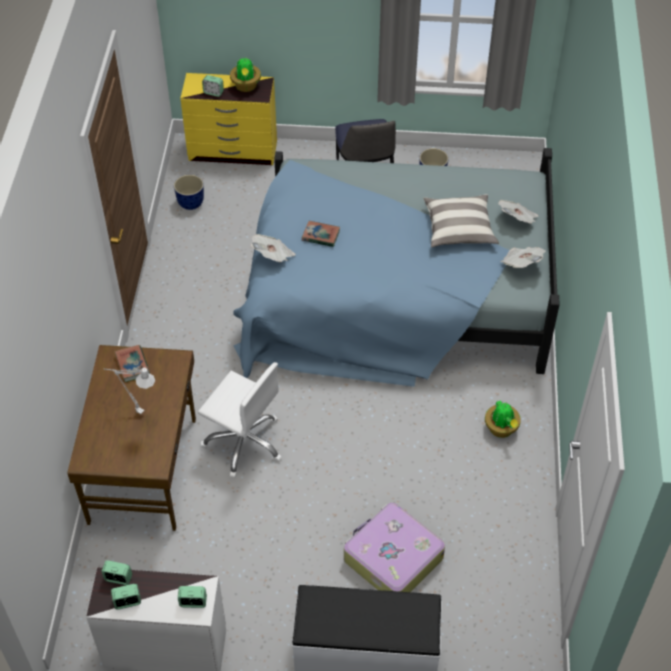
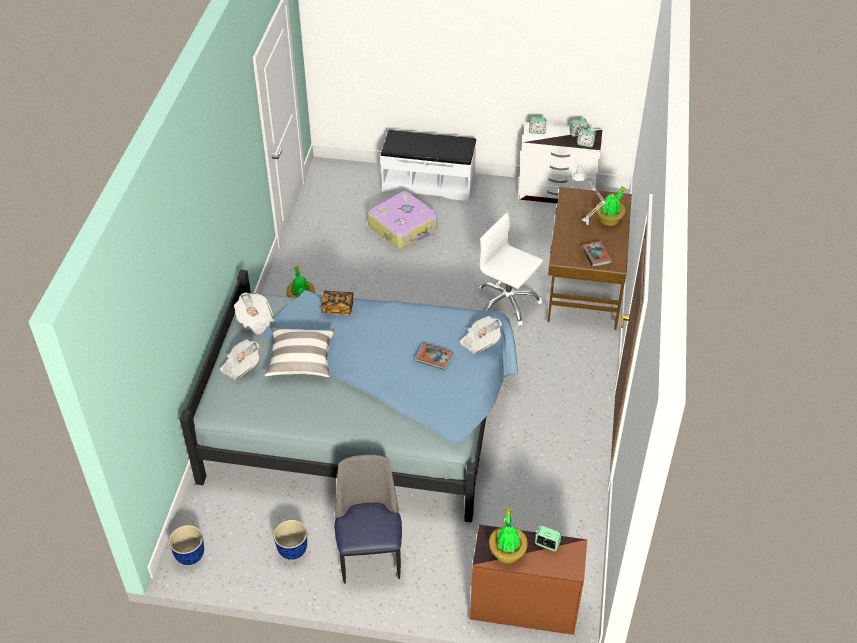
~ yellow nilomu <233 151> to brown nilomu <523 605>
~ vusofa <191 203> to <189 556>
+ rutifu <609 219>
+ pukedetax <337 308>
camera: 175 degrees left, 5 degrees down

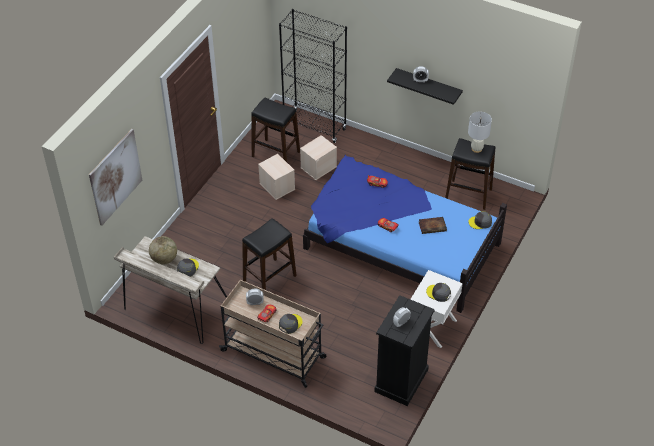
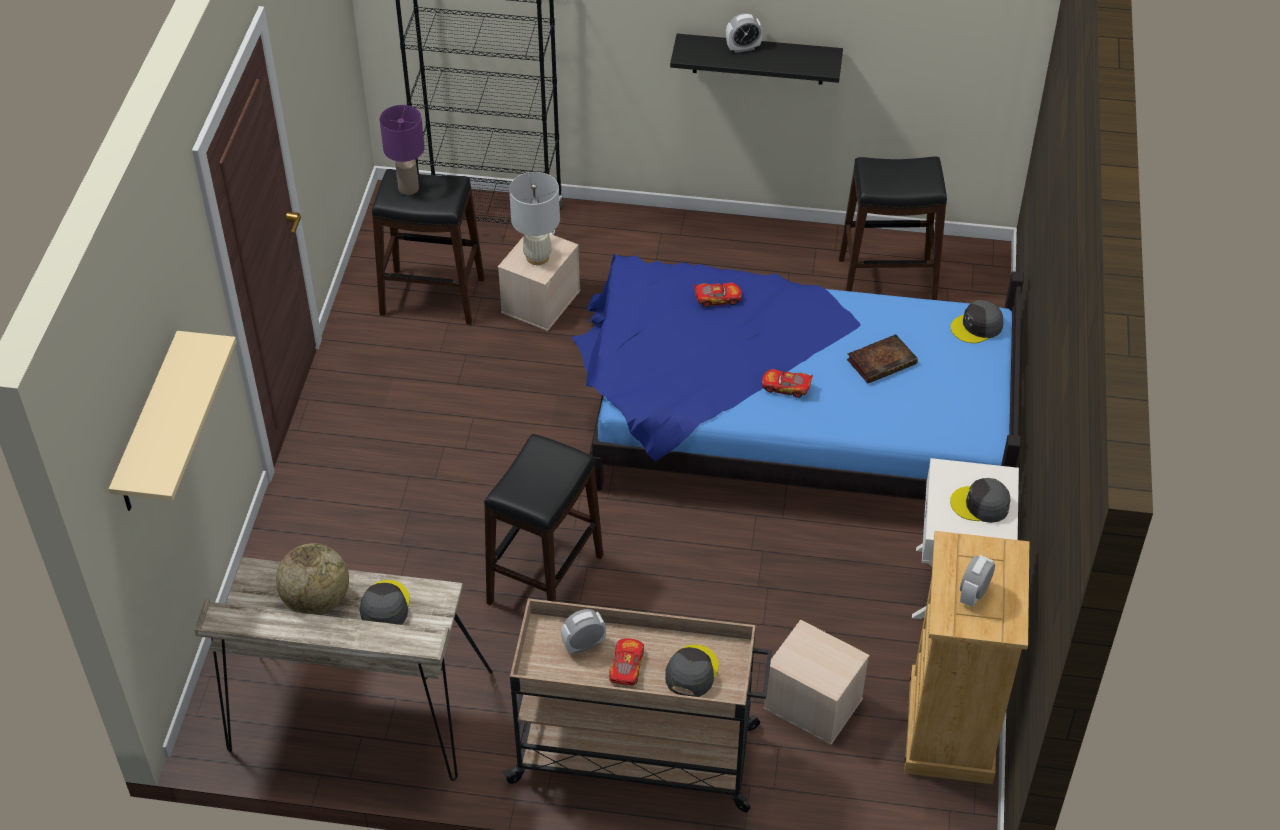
~ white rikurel <476 149> to <537 257>
~ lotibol <115 177> to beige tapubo <149 426>
~ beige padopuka <276 186> to <811 704>
~ black nilomu <401 381> to beige nilomu <950 729>
+ purple rikurel <408 188>
camera: 20 degrees left, 0 degrees up

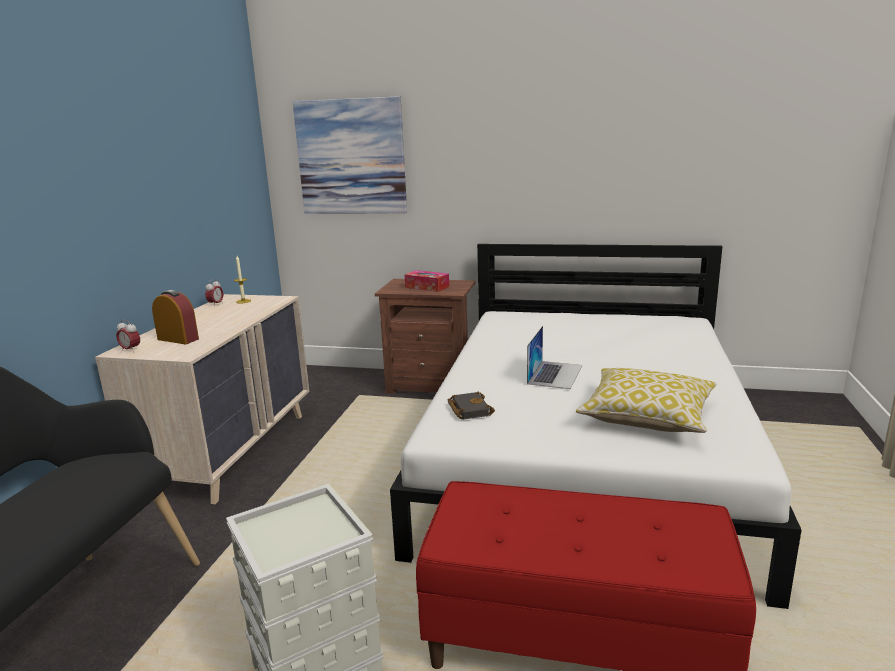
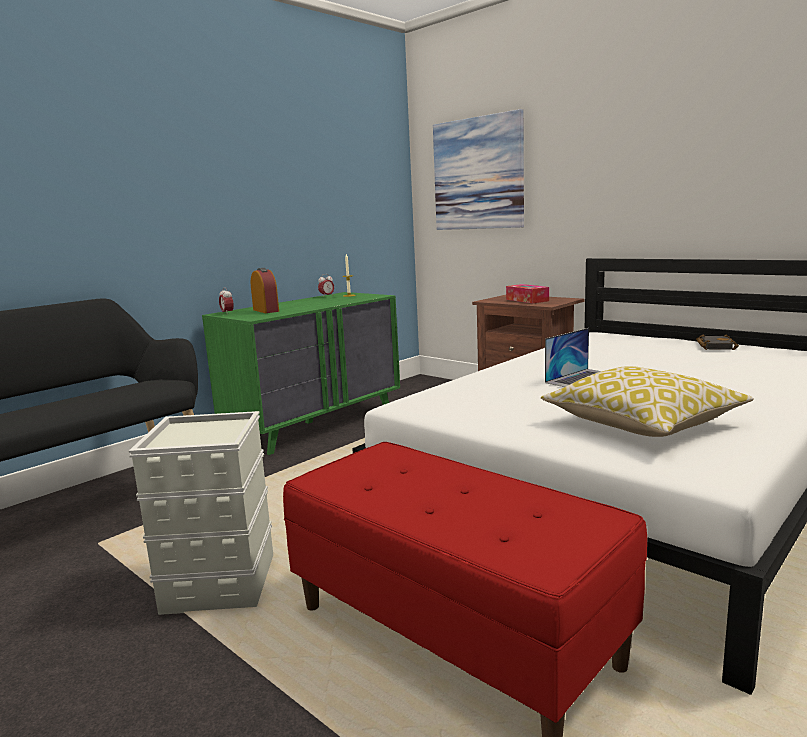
~ beige nilomu <231 451> to green nilomu <315 424>
~ black pukedetax <468 409> to <714 346>
camera: 30 degrees right, 5 degrees down

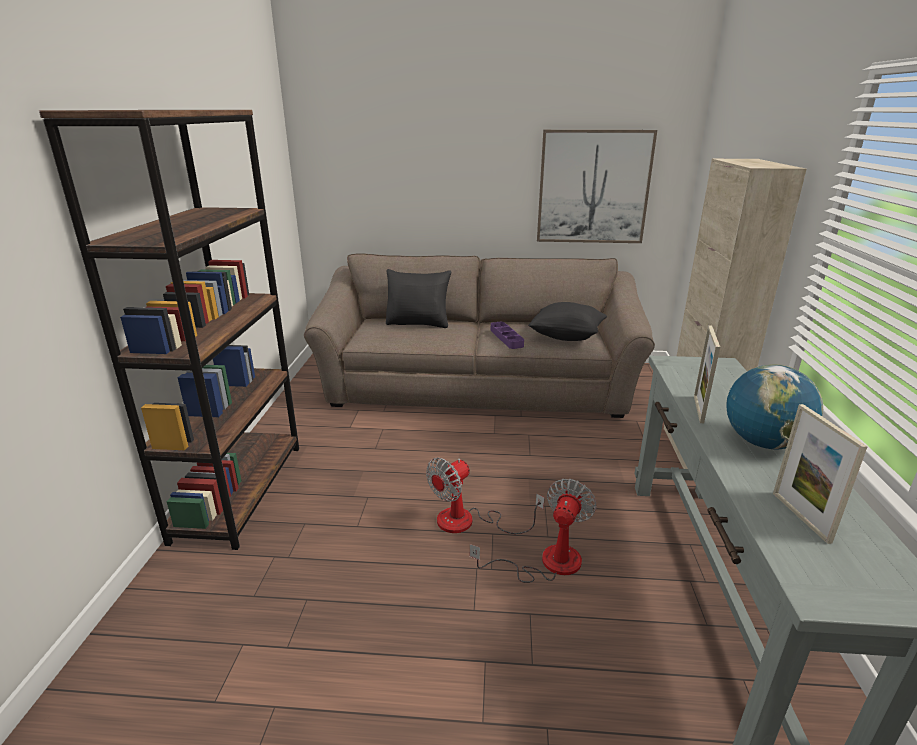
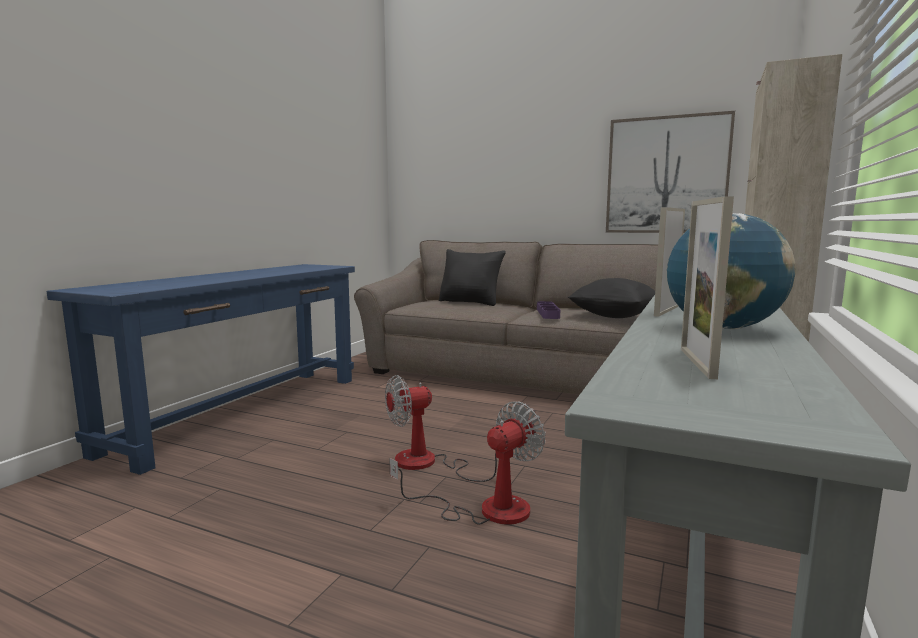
~ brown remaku <240 491> to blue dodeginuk <244 412>
camera: 20 degrees right, 15 degrees down

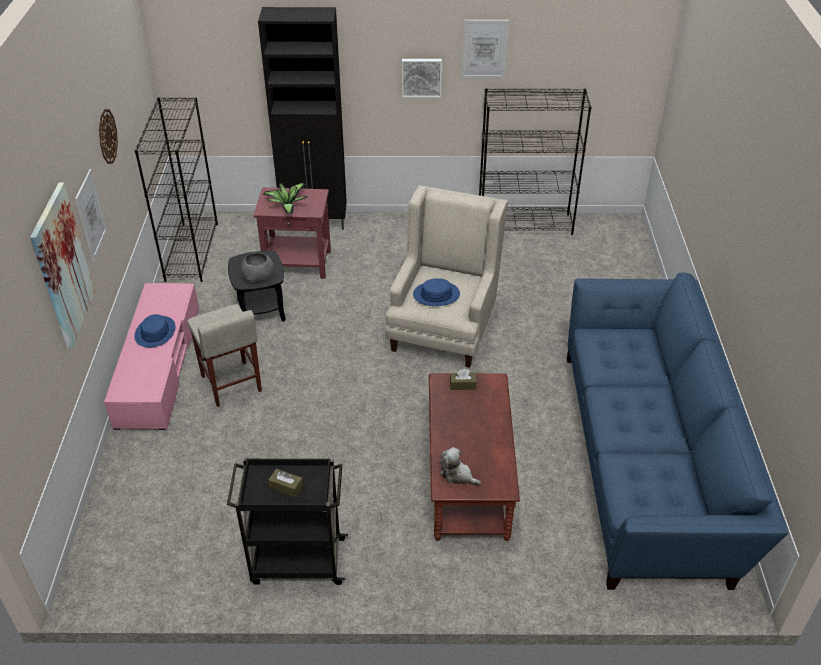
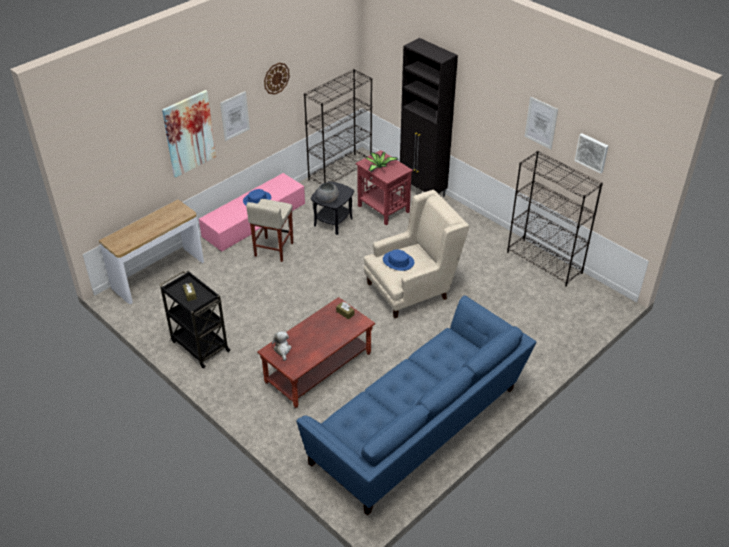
~ lotibol <421 77> to <592 152>
+ dodeginuk <158 275>
camera: 45 degrees right, 0 degrees up

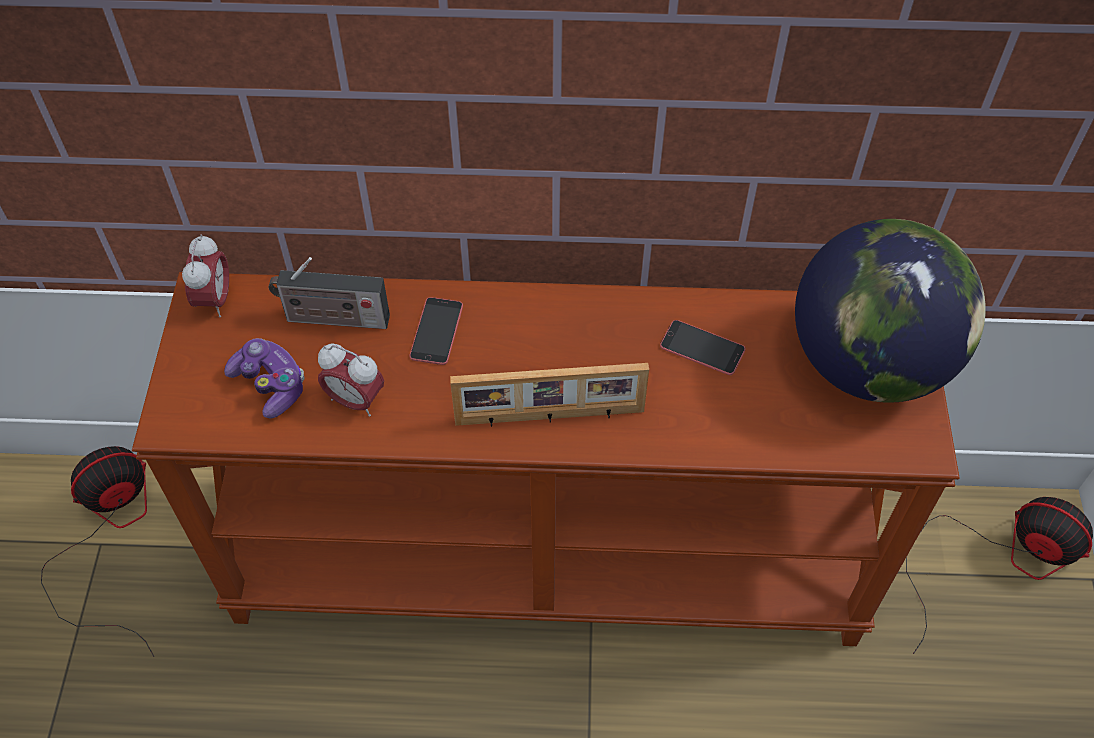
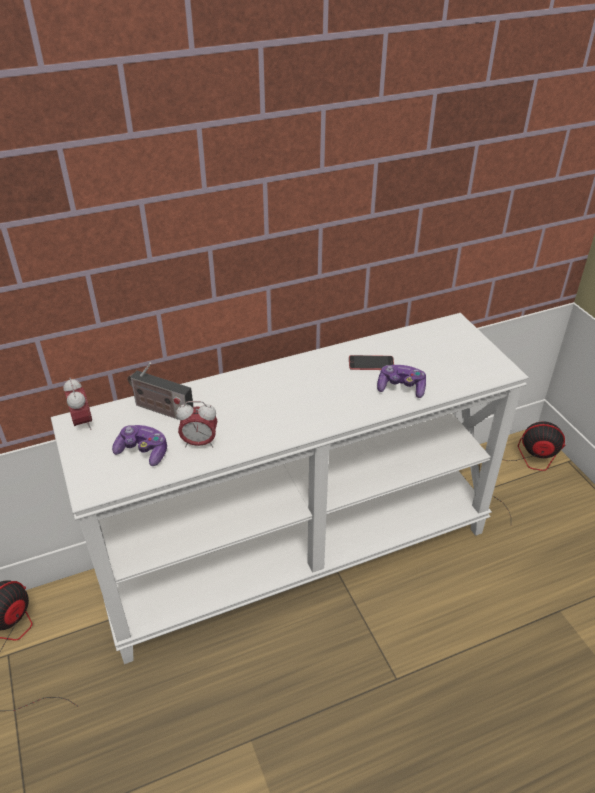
- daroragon <869 362>
~ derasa <332 319> = <161 410> 45 degrees clockwise
~ brown dodeginuk <549 555> to white dodeginuk <297 551>
- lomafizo <436 331>
- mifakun <550 418>
+ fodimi <401 388>
camera: 25 degrees left, 15 degrees down

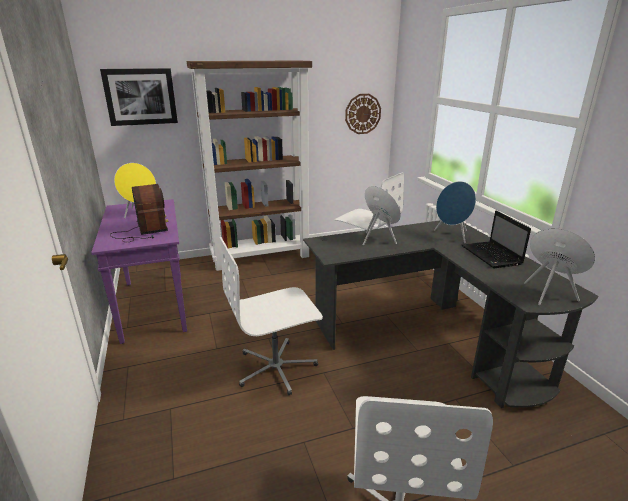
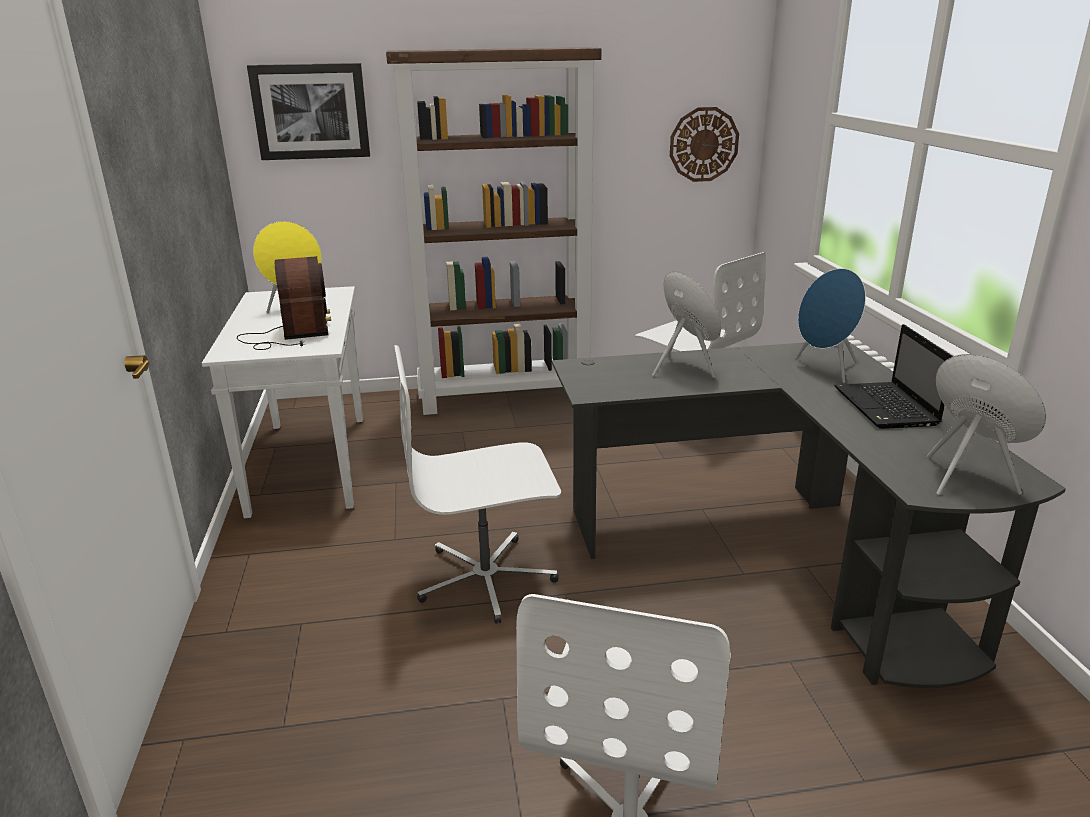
~ purple dodeginuk <153 305> to white dodeginuk <309 463>
camera: 10 degrees right, 0 degrees up

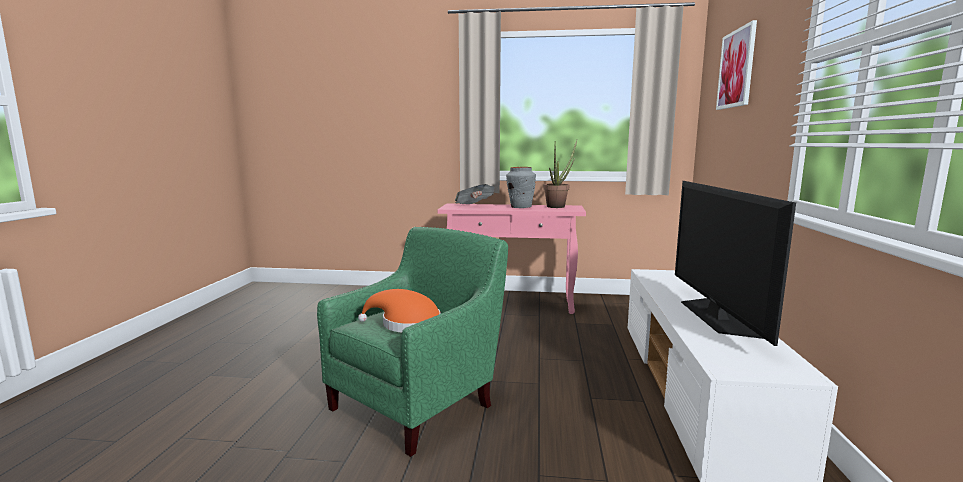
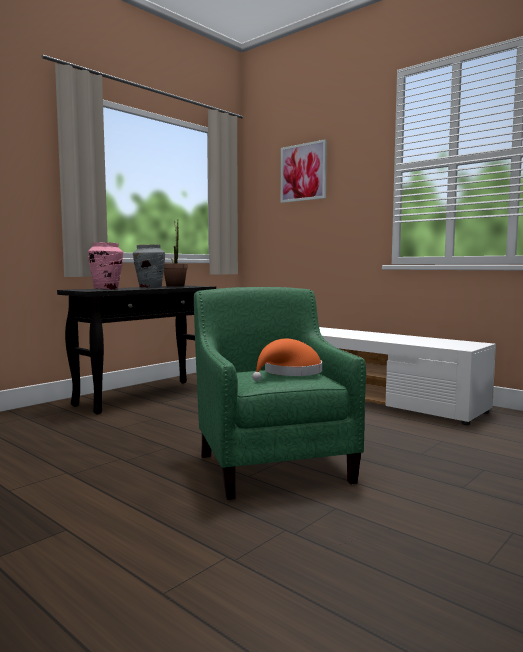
- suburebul <717 317>
~ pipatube <474 206> to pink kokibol <106 289>
~ pink dodeginuk <511 304> to black dodeginuk <146 396>
camera: 55 degrees left, 5 degrees down

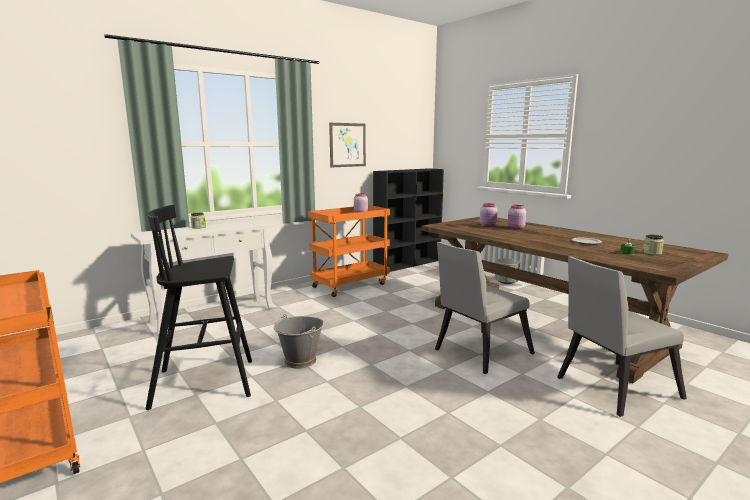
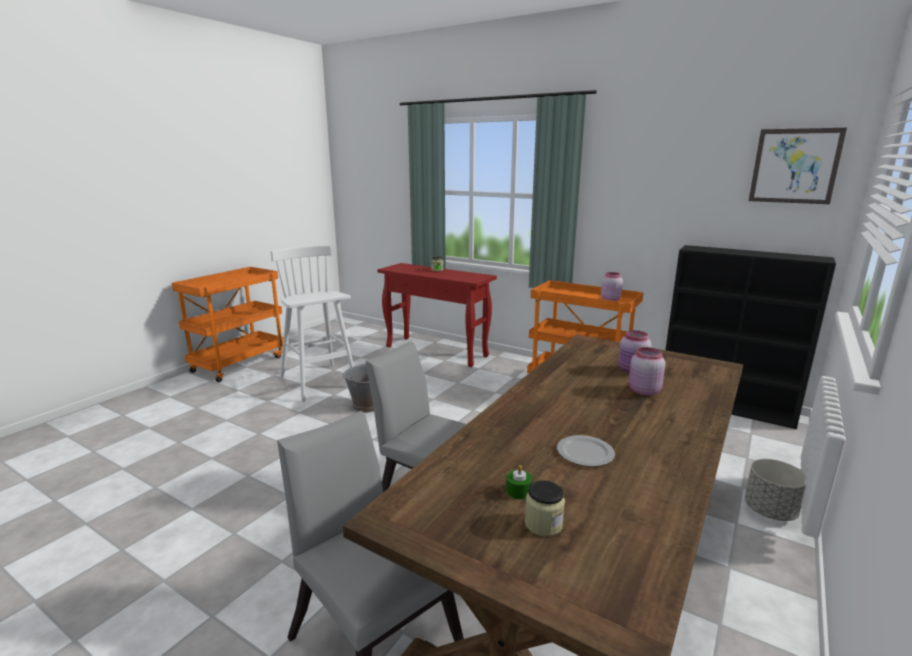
~ lotibol <347 145> to <794 166>
~ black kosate <206 383> to white kosate <319 383>
~ white dodeginuk <214 315> to red dodeginuk <437 351>
camera: 70 degrees right, 5 degrees up

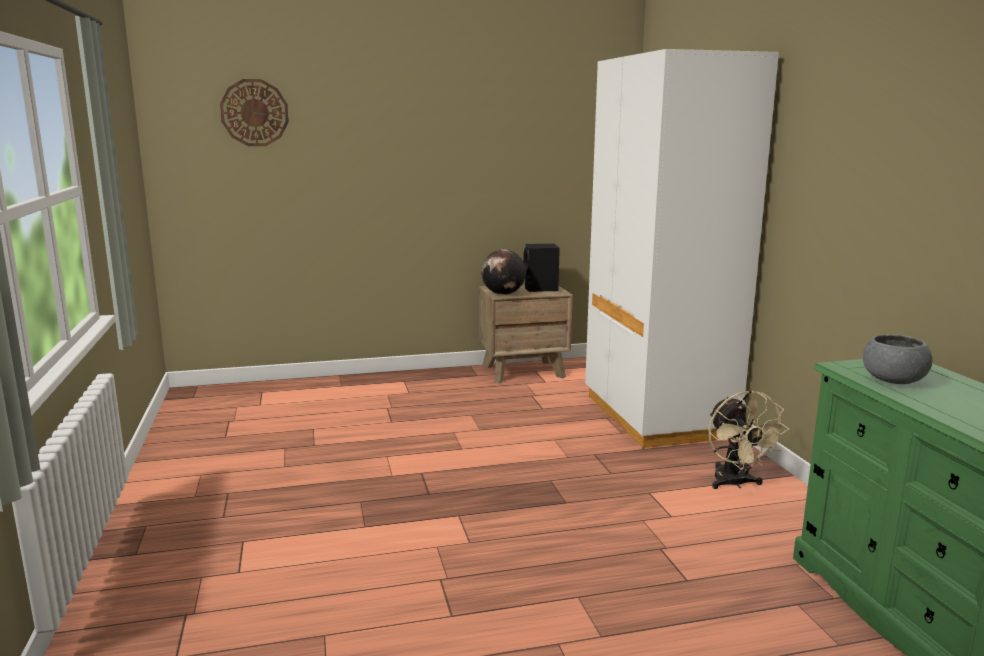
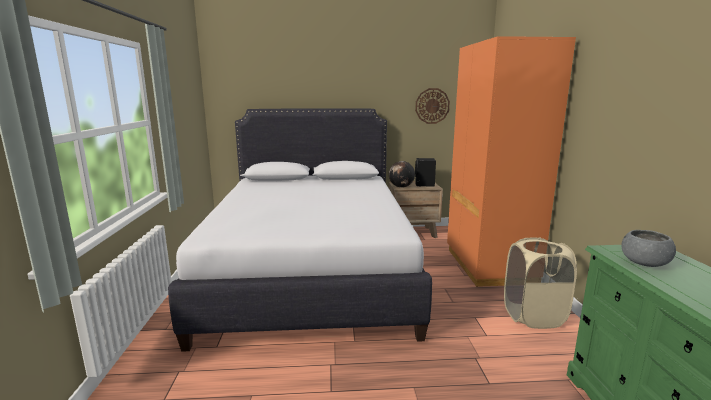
~ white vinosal <657 416> to orange vinosal <489 266>
~ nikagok <254 113> to <432 106>
~ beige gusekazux <735 484> to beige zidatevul <533 316>
+ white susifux <311 271>
camera: 10 degrees right, 0 degrees up

